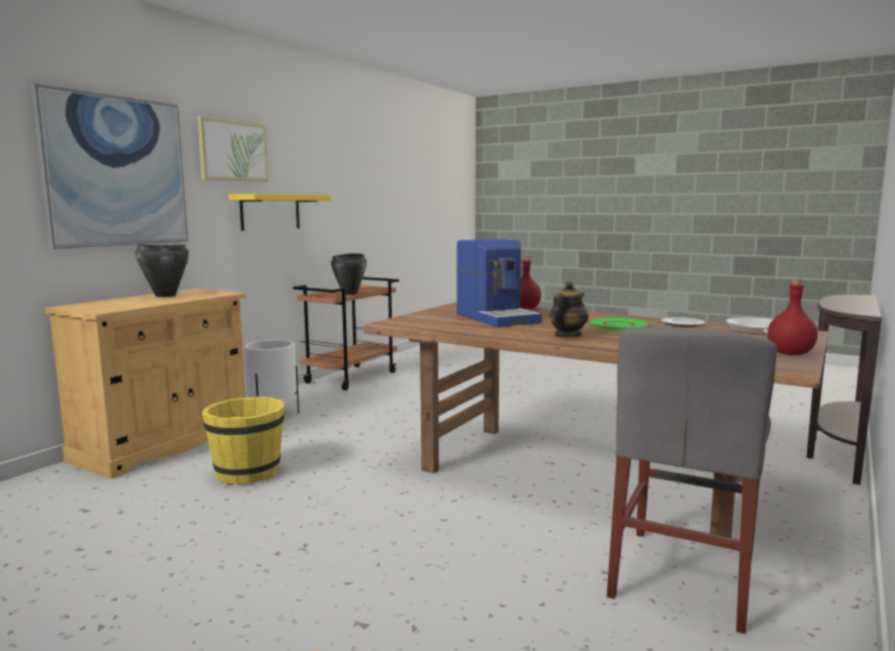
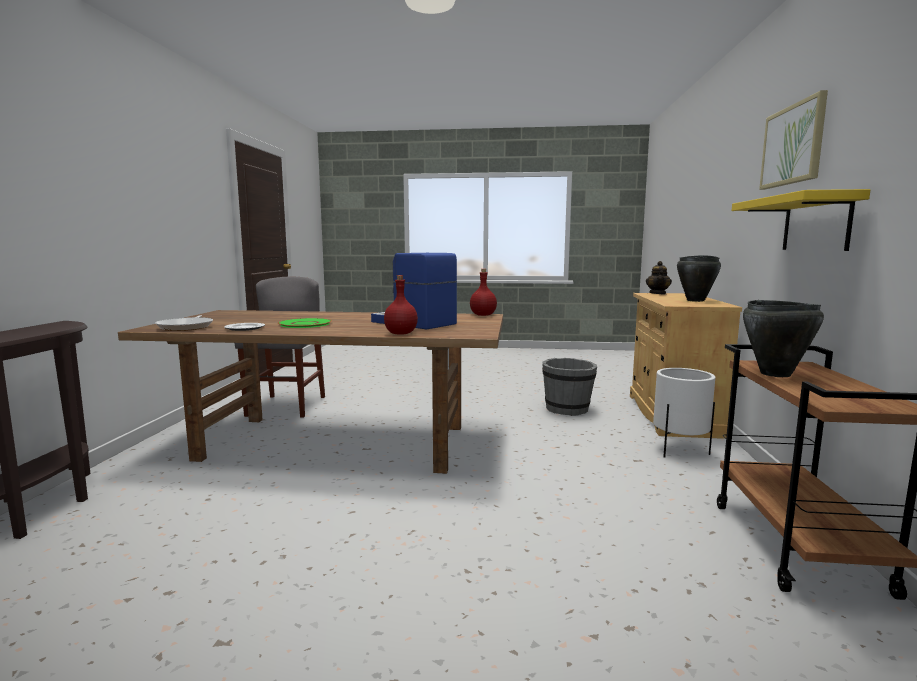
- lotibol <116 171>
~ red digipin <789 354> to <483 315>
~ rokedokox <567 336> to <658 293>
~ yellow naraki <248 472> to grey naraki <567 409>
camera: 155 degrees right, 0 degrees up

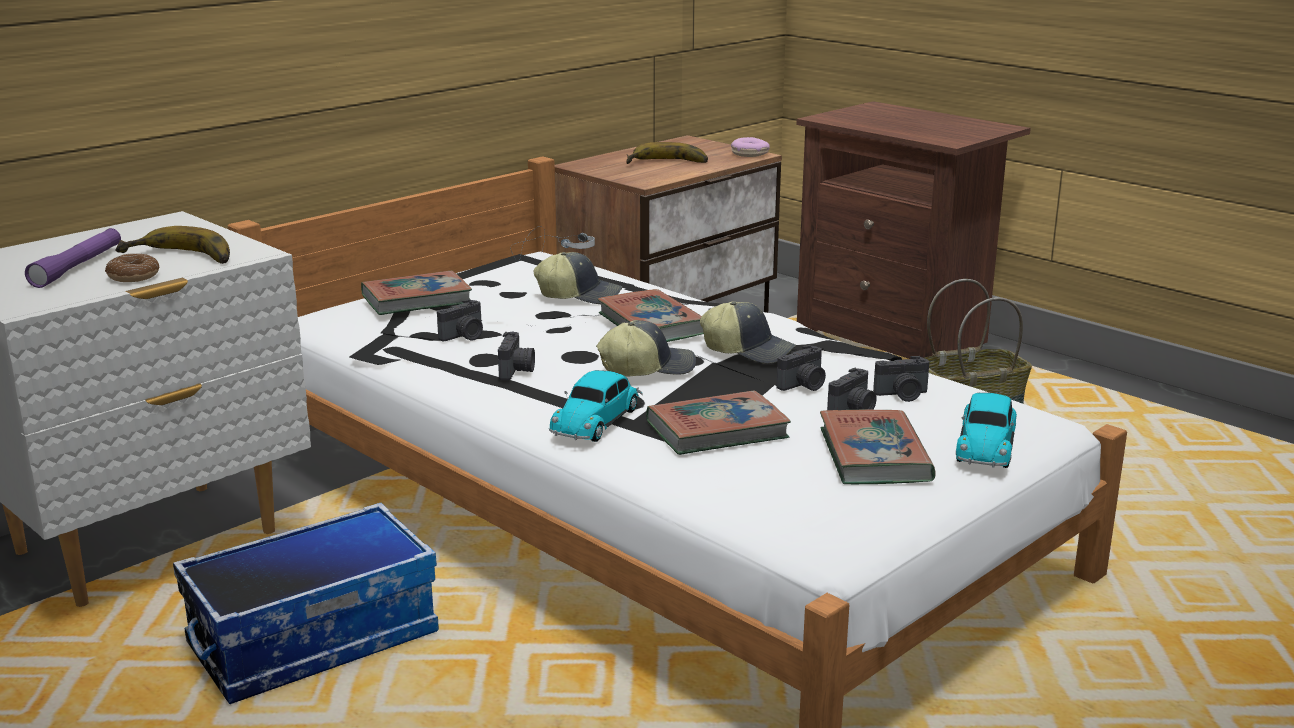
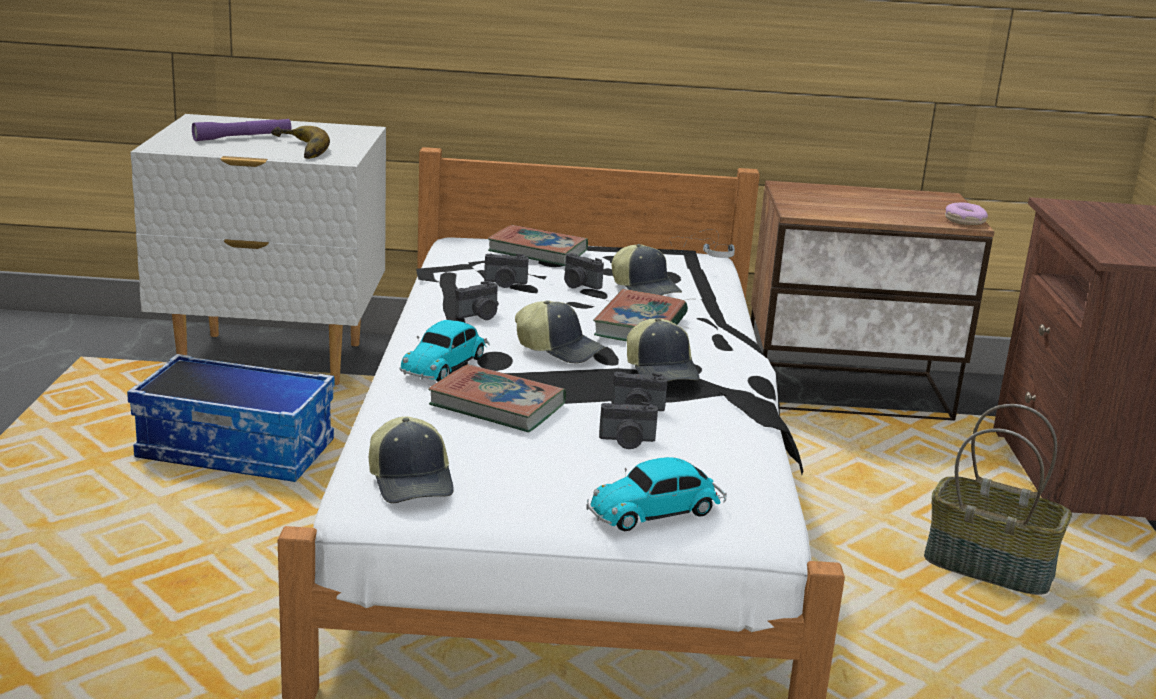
- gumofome <667 164>
- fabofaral <133 276>
~ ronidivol <902 395> to <579 285>
~ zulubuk <597 420> = <446 364> 45 degrees counterclockwise
- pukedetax <874 456>
+ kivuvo <412 481>
camera: 45 degrees right, 0 degrees up

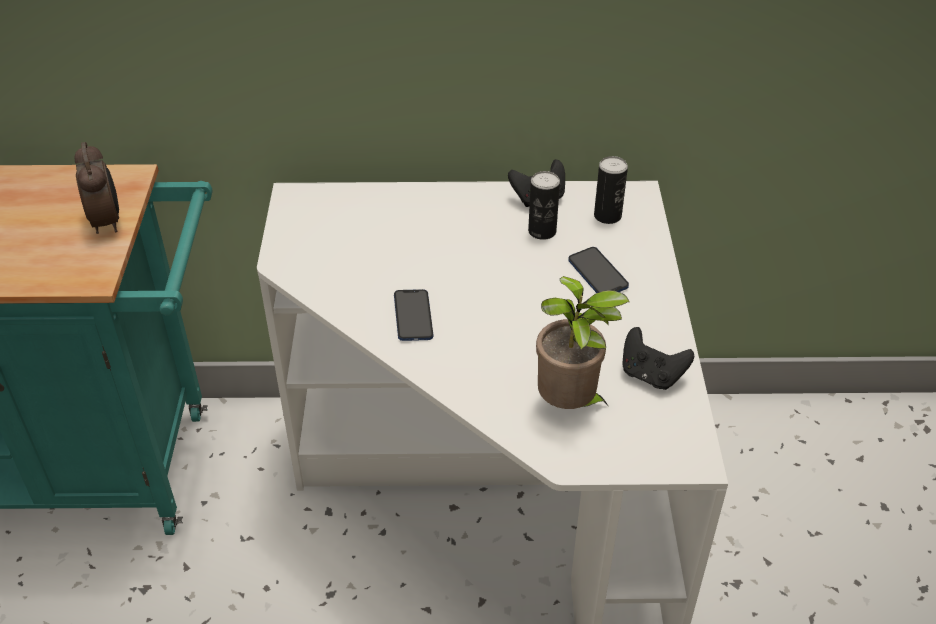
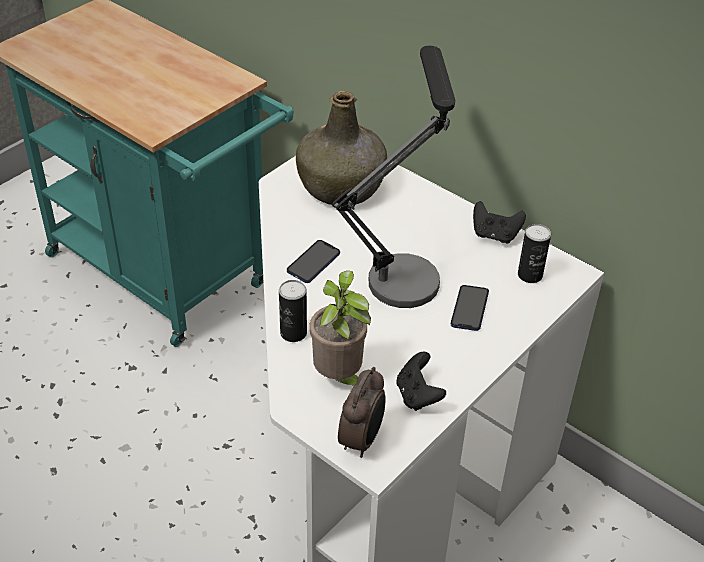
~ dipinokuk <107 222> to <362 439>
~ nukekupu <542 231> to <293 333>
+ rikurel <405 267>
+ green digipin <342 187>
camera: 40 degrees right, 0 degrees up

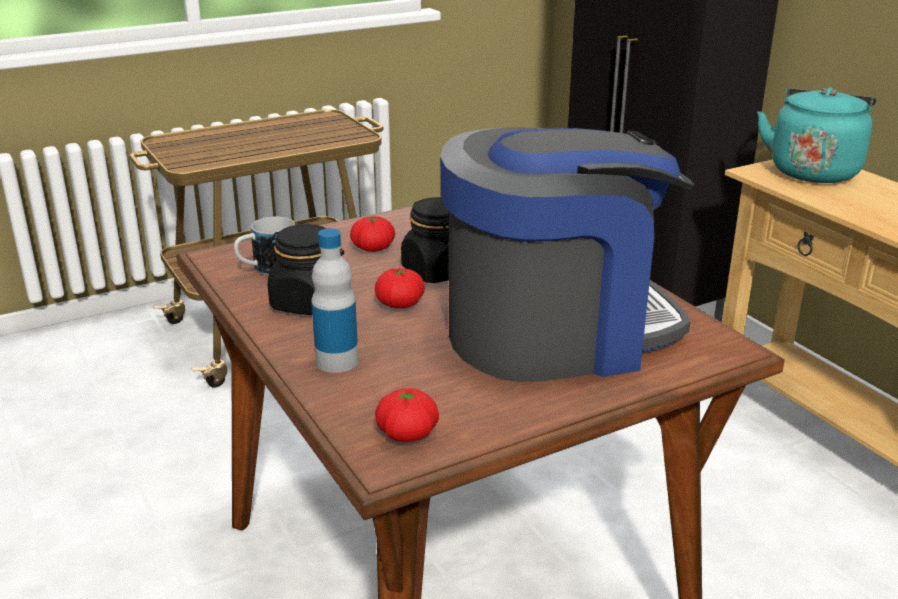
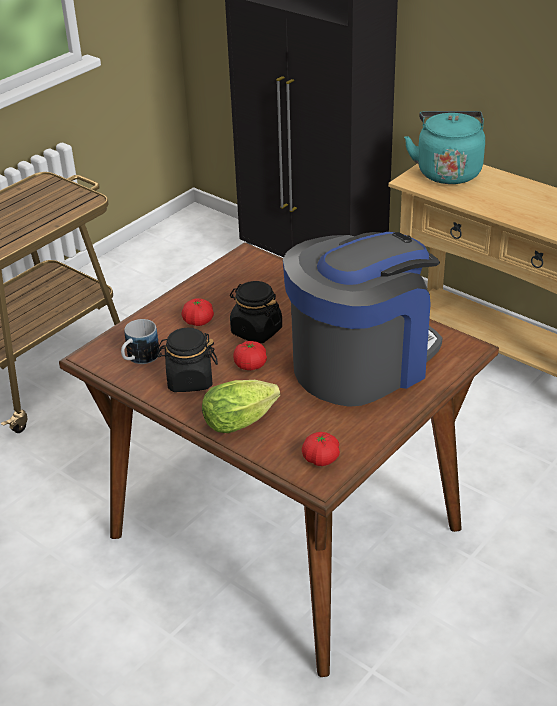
~ digipin <337 361> to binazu <243 420>
camera: 20 degrees left, 10 degrees up

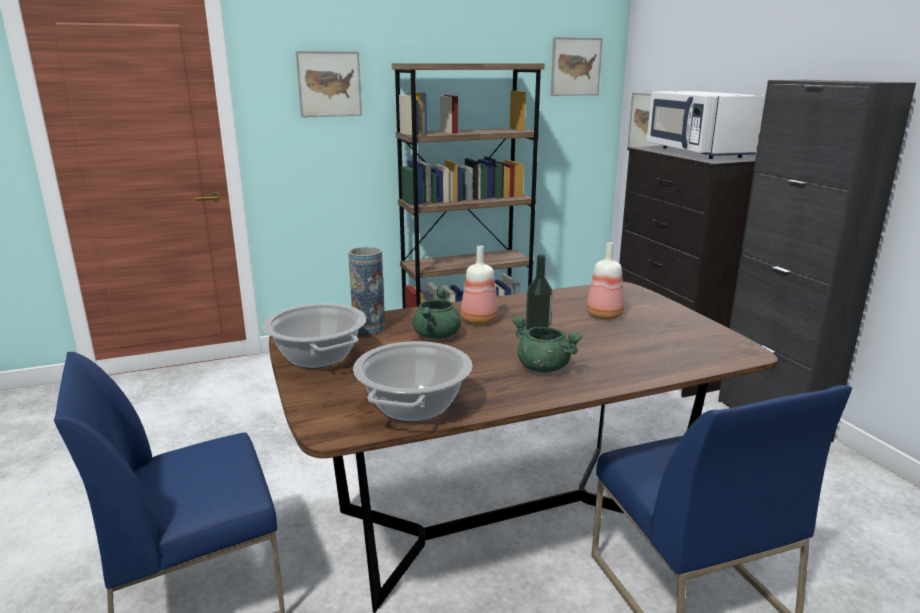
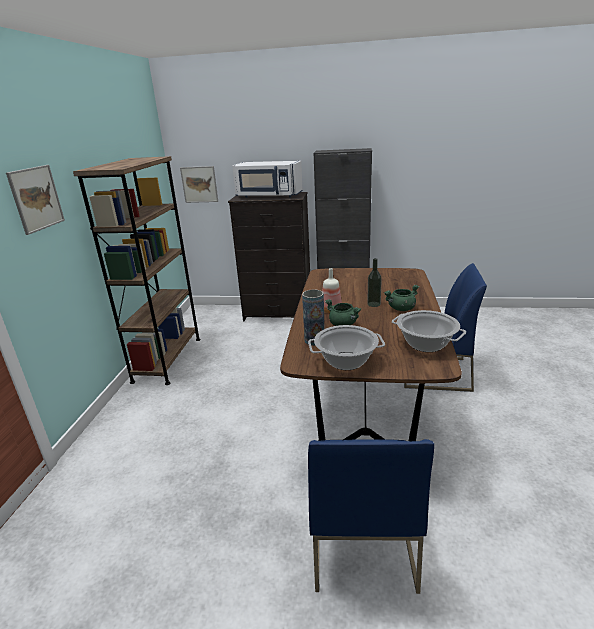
- lotibol <575 66>
- digipin <605 316>
camera: 60 degrees left, 5 degrees up

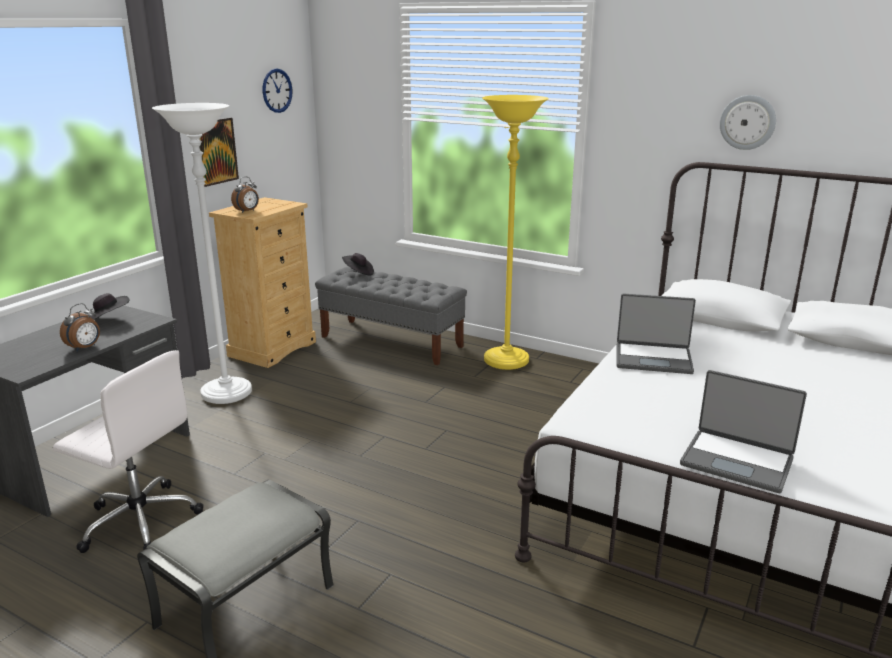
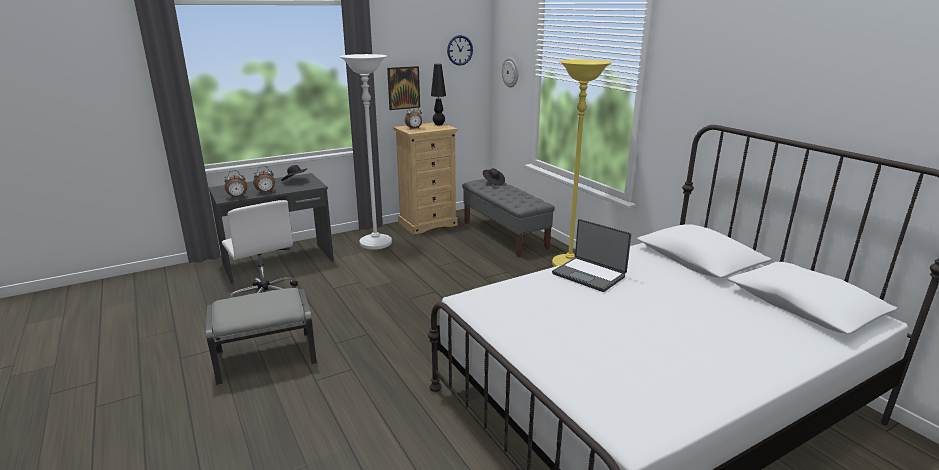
~ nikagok <747 122> to <510 72>
- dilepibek <737 461>
+ black rikurel <438 124>
+ dipinokuk <237 197>
camera: 30 degrees right, 0 degrees up

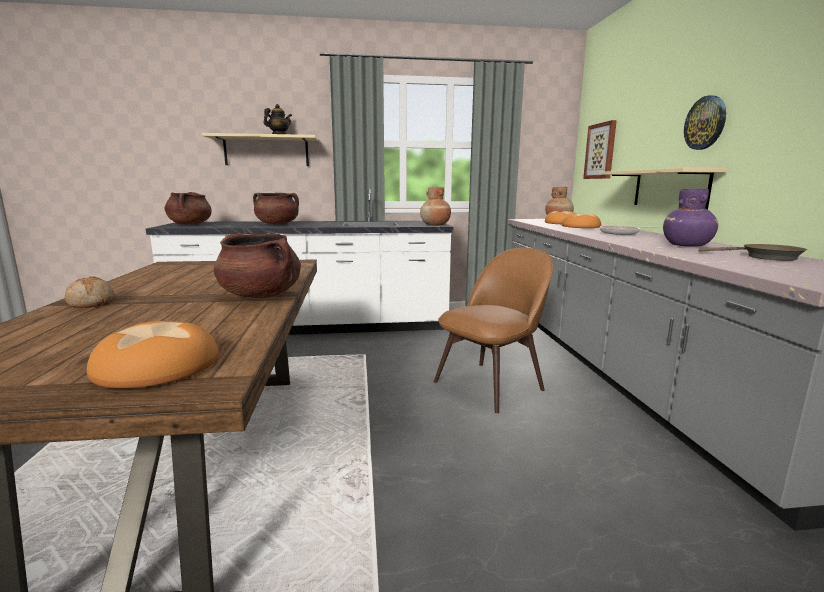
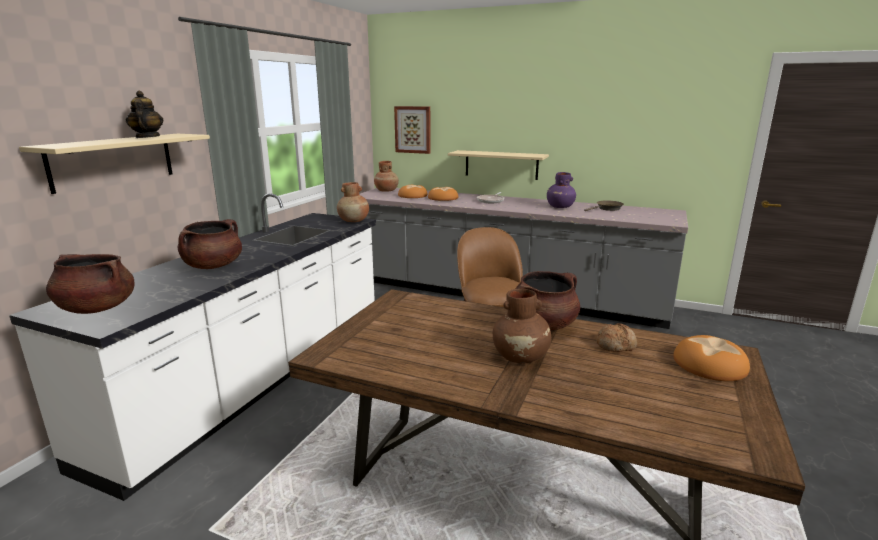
- nikagok <705 123>
~ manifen <92 303> to <615 345>
+ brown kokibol <521 357>
camera: 60 degrees left, 5 degrees up

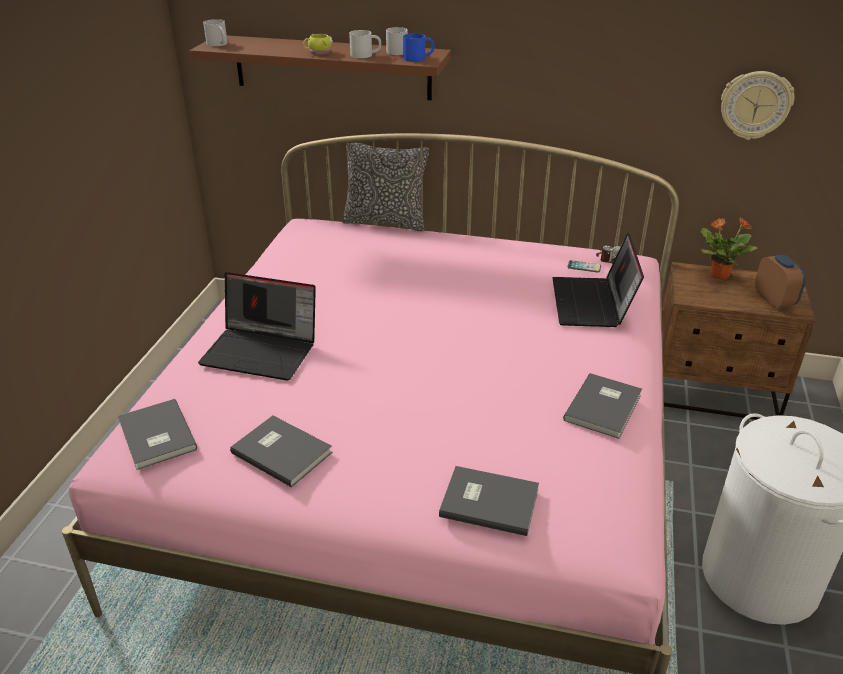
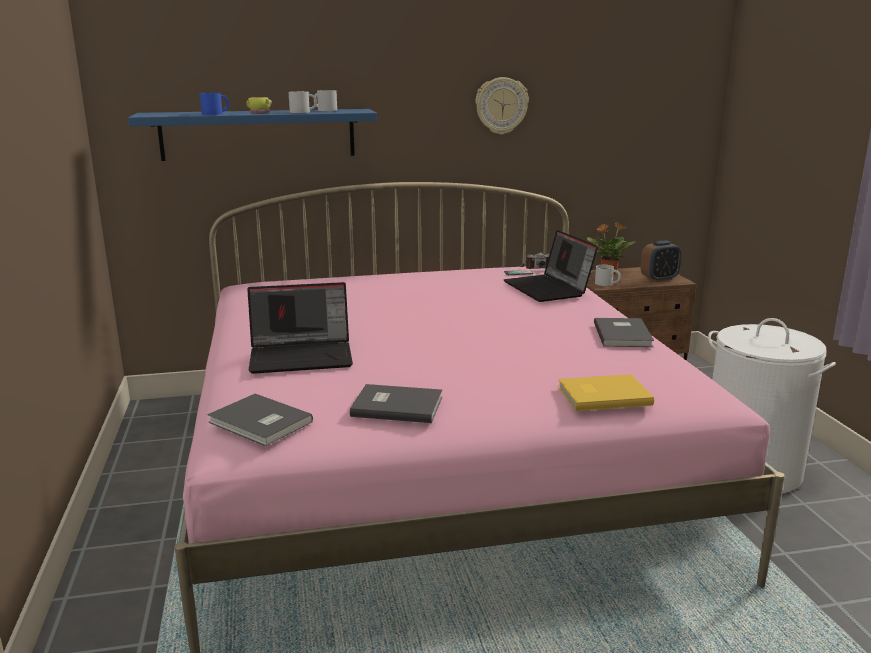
~ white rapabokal <218 44> to <607 284>
~ blue rapabokal <419 58> to <216 113>
~ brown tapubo <332 67> to blue tapubo <258 134>
~ nikagok <755 105> to <501 106>
- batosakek <385 222>
~ dipinokuk <774 300> = <659 279> 105 degrees clockwise
~ grey pukedetax <488 501> to yellow pukedetax <602 395>
camera: 25 degrees left, 15 degrees down

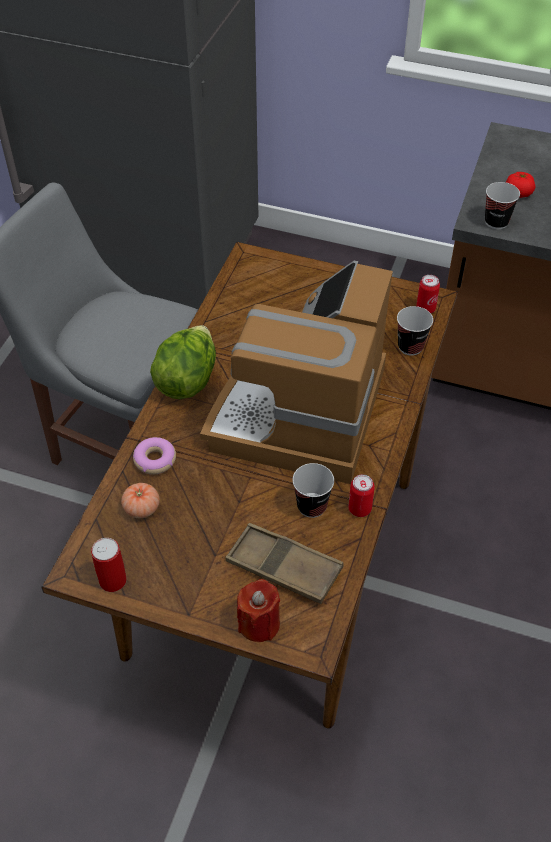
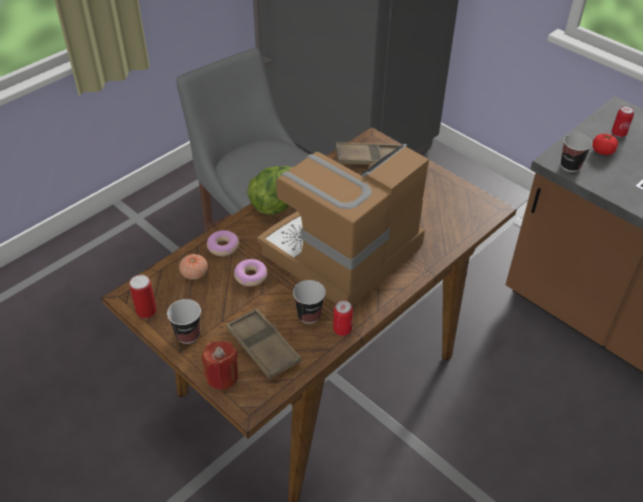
~ nukekupu <425 308> to <618 133>
~ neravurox <410 346> to <188 335>
+ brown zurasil <369 159>
+ fabofaral <250 276>
camera: 25 degrees right, 5 degrees down

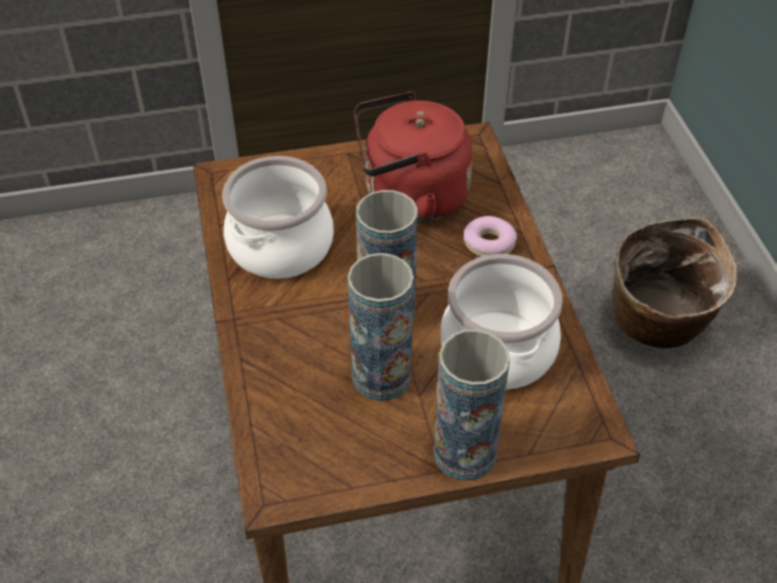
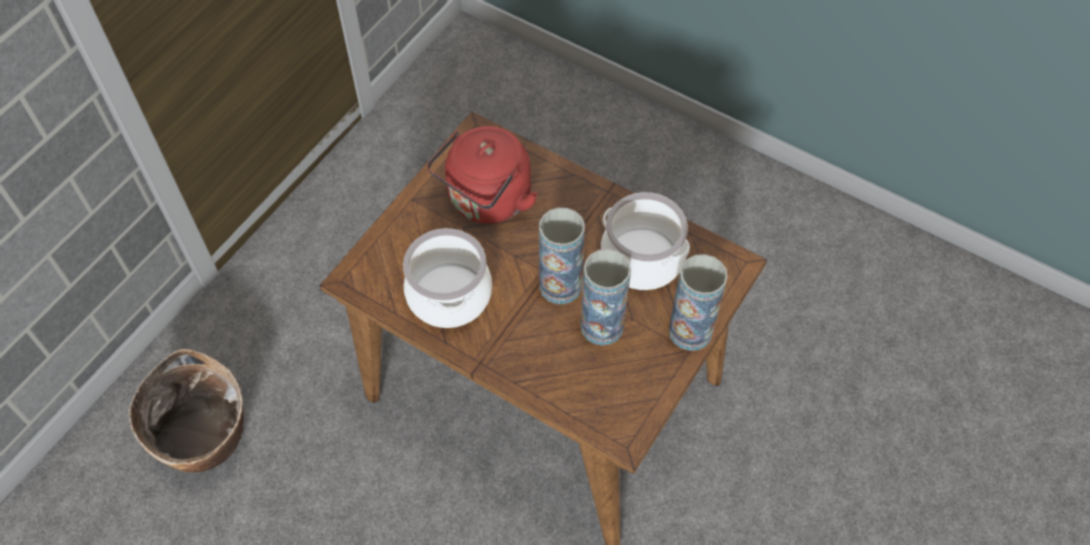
- fabofaral <489 243>
~ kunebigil <658 324> to <207 441>
camera: 45 degrees left, 10 degrees up

